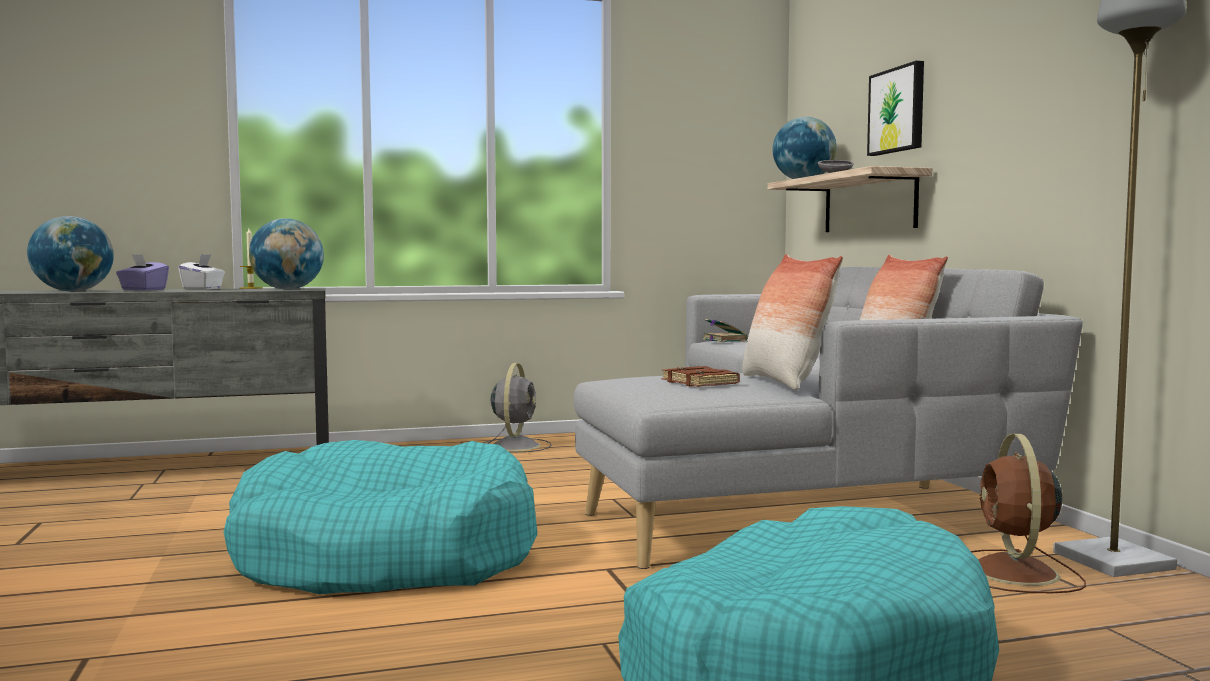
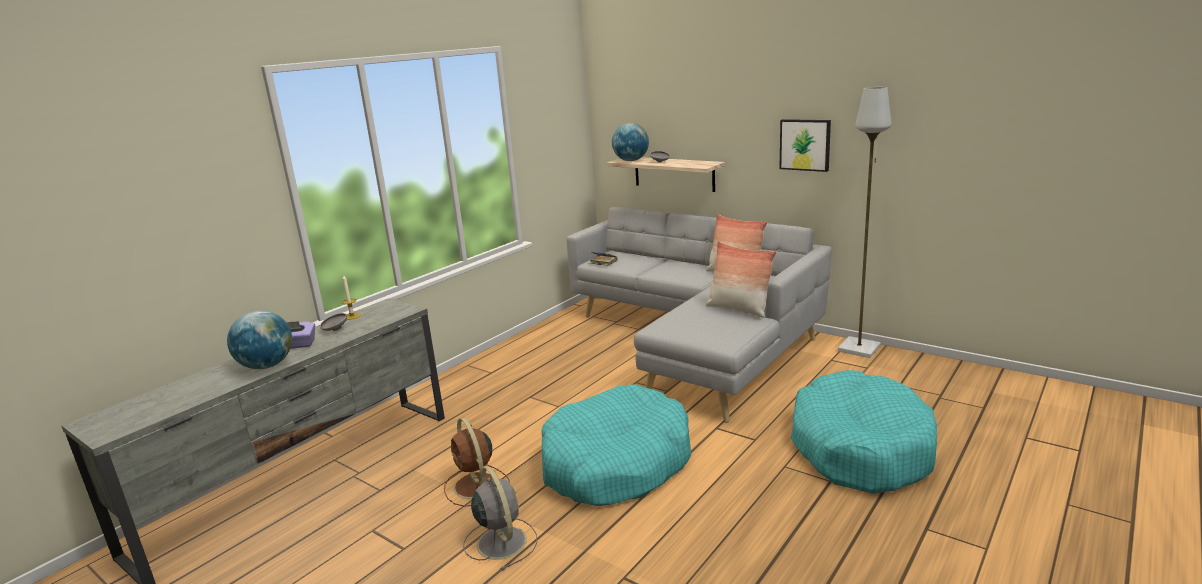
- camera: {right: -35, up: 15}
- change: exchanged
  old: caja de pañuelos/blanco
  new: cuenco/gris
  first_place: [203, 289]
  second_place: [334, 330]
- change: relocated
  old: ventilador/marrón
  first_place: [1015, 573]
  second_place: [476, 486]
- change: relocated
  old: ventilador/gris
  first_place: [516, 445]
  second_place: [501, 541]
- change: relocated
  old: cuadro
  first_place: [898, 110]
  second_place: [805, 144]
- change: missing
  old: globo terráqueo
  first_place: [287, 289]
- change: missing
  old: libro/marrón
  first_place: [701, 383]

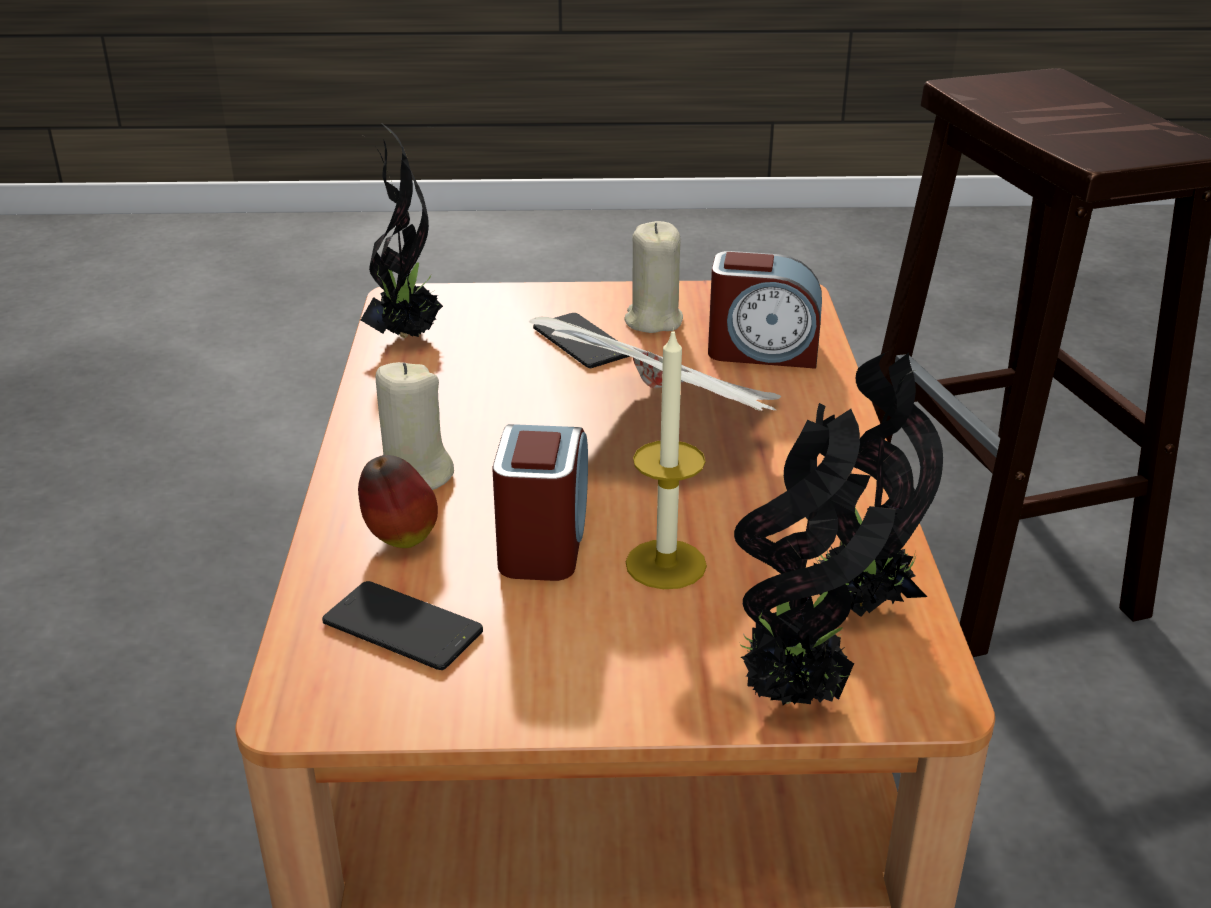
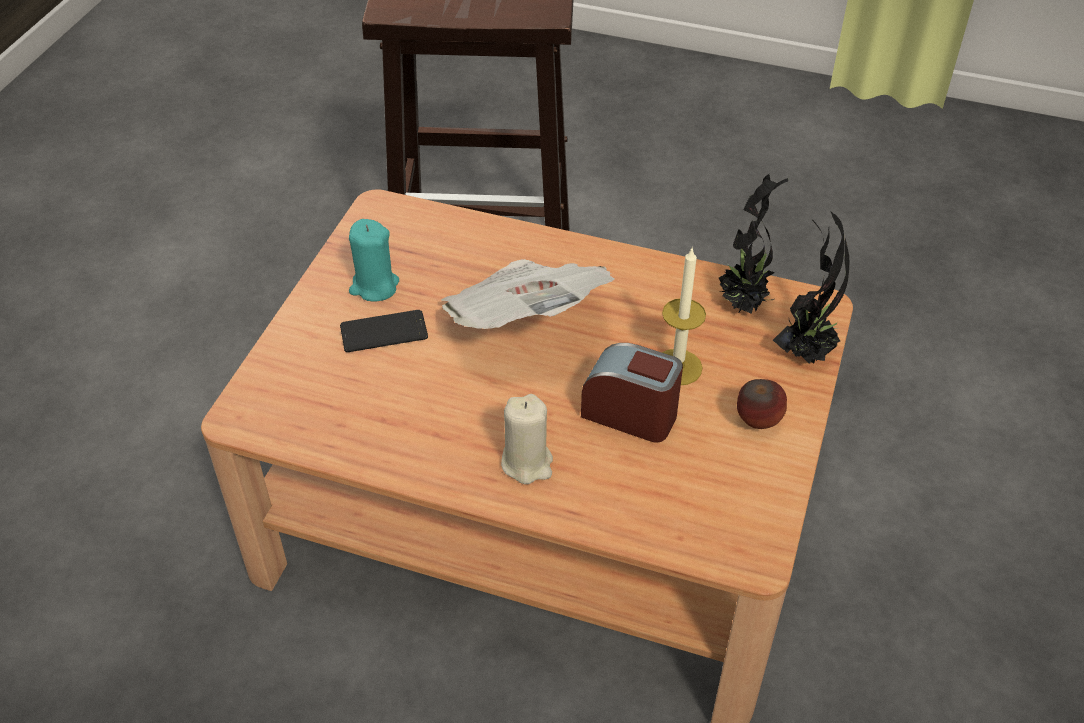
- camera: {right: -70, up: 15}
- change: colour
  old: vela/beis
  new: vela/turquesa
  first_place: [653, 320]
  second_place: [374, 286]
- change: relocated
  old: manzana
  first_place: [399, 539]
  second_place: [757, 423]
- change: missing
  old: móvil
  first_place: [402, 627]
- change: missing
  old: planta en maceta
  first_place: [408, 335]
- change: missing
  old: despertador
  first_place: [762, 351]

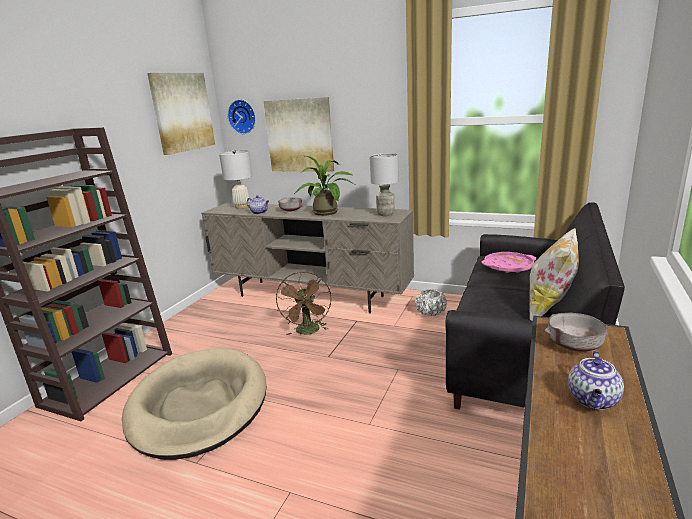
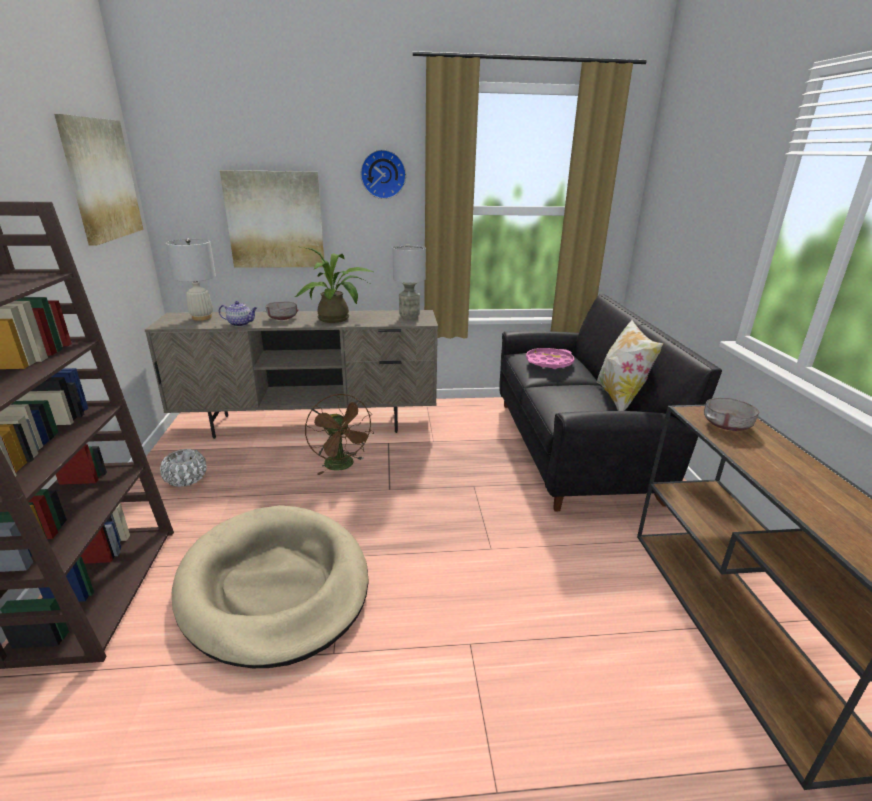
- camera: {right: -30, up: 5}
- change: relocated
  old: maceta/blanco
  first_place: [430, 312]
  second_place: [186, 480]
- change: relocated
  old: reloj de pared
  first_place: [243, 116]
  second_place: [383, 174]
- change: missing
  old: tetera
  first_place: [593, 400]

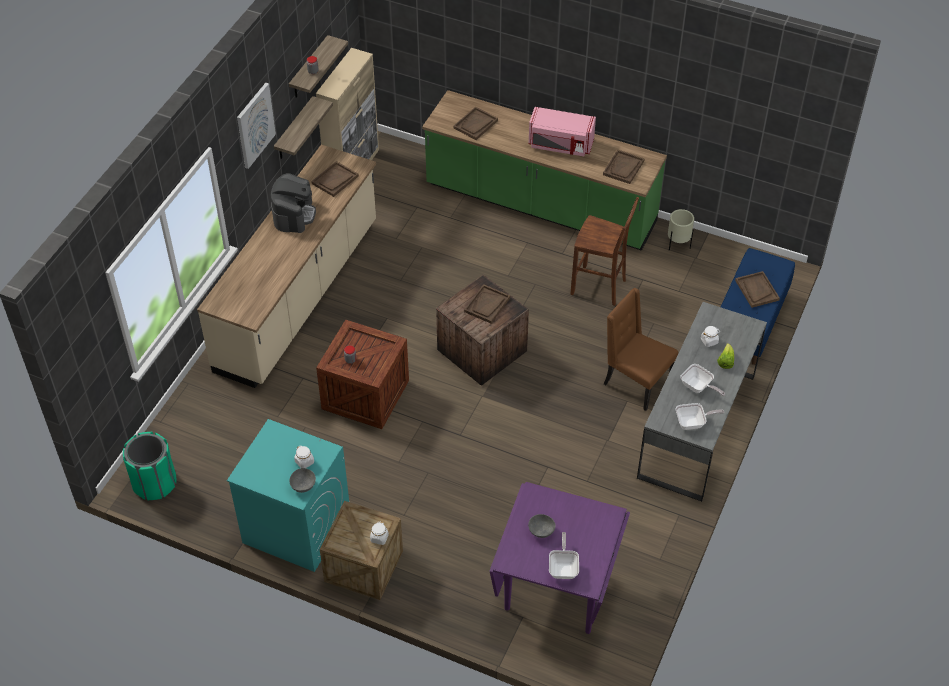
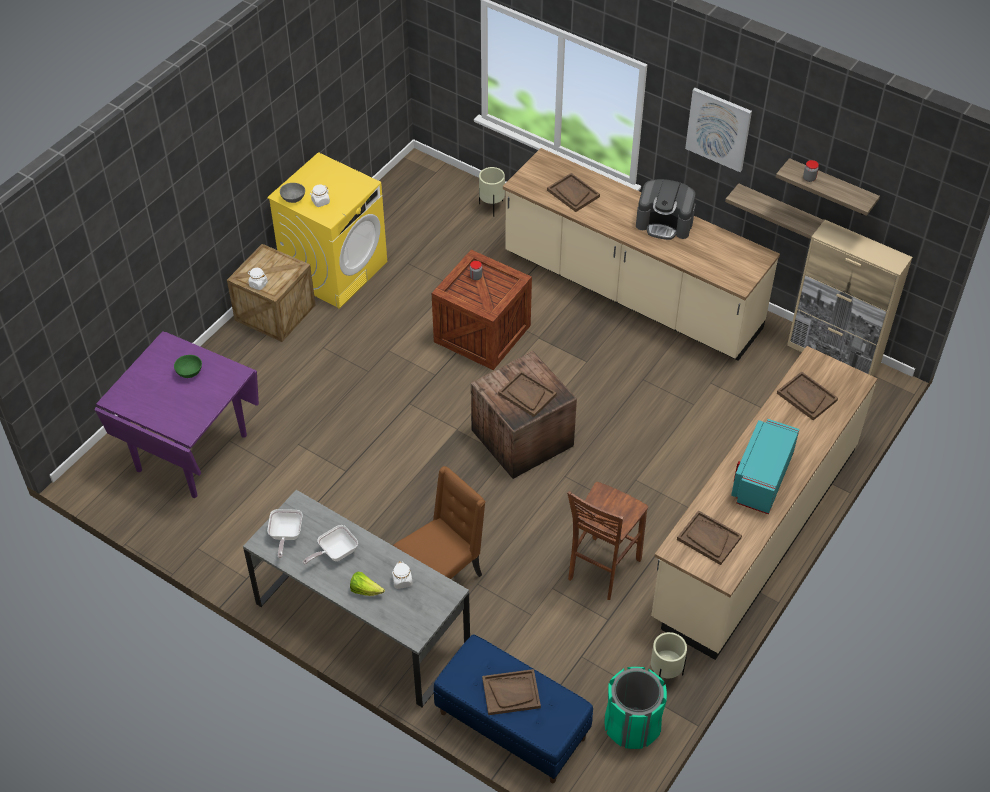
- camera: {right: 100, up: 0}
- change: colour
  old: cuenco/gris
  new: cuenco/verde
  first_place: [541, 532]
  second_place: [189, 373]
- change: colour
  old: lavadora/turquesa
  new: lavadora/amarillo
  first_place: [296, 527]
  second_place: [335, 270]
- change: appeared
  new: maceta/beis
  second_place: [491, 207]
- change: relocated
  old: bandeja/marrón
  first_place: [335, 180]
  second_place: [573, 193]
- change: relocated
  old: papelera/verde
  first_place: [154, 483]
  second_place: [632, 725]
- change: colour
  old: mueble bajo de cocina/verde
  new: mueble bajo de cocina/beis
  first_place: [540, 205]
  second_place: [755, 532]
- change: colour
  old: microondas/rosa
  new: microondas/turquesa
  first_place: [560, 145]
  second_place: [760, 478]
- change: missing
  old: sartén
  first_place: [563, 567]

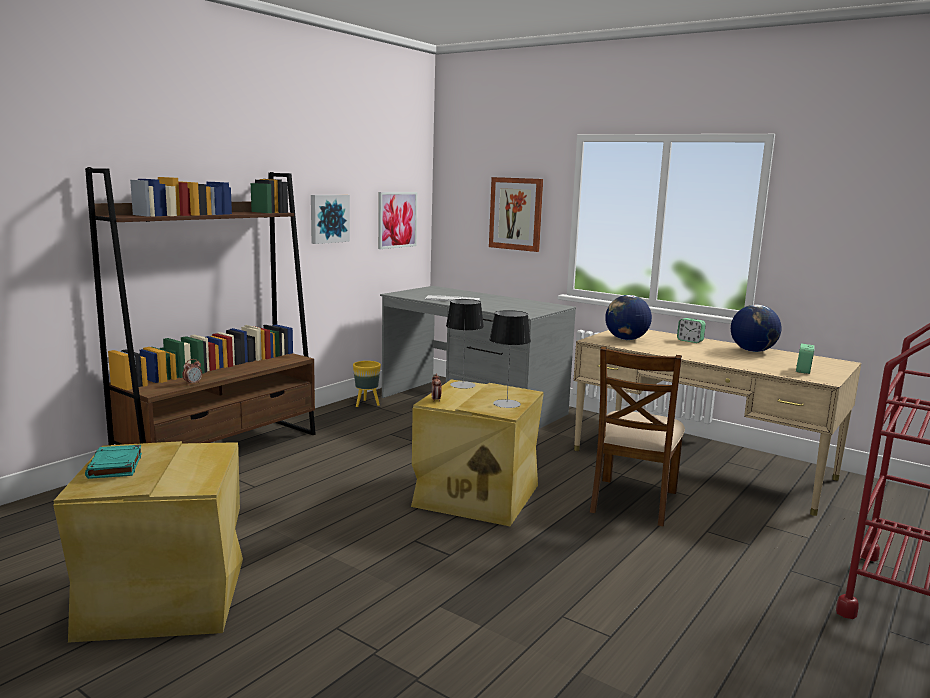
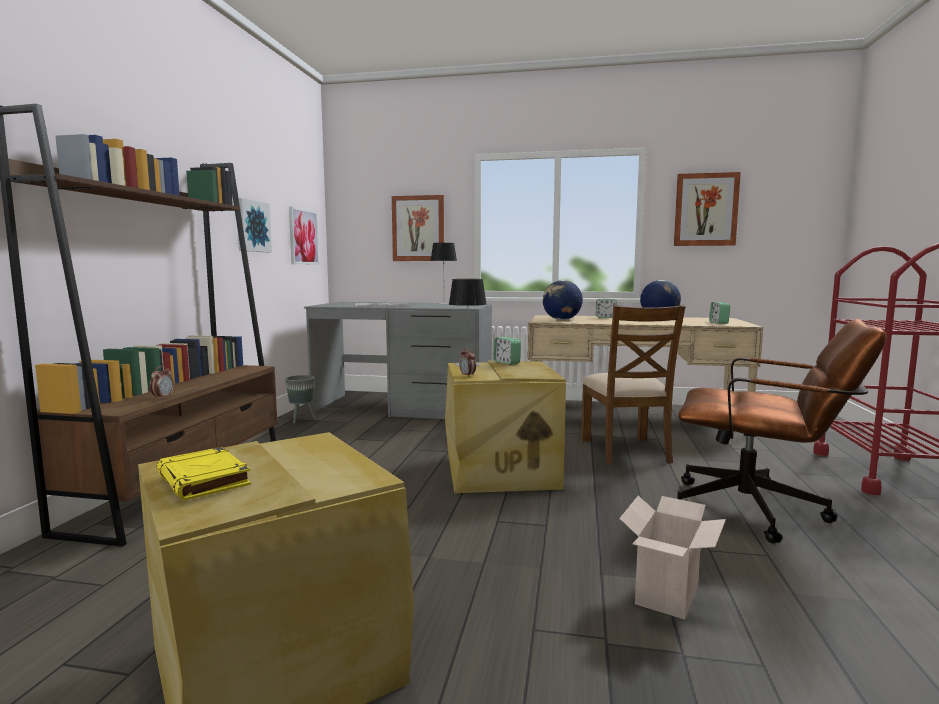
- camera: {right: -25, up: -5}
- change: colour
  old: libro/turquesa
  new: libro/amarillo
  first_place: [115, 466]
  second_place: [204, 480]
- change: colour
  old: maceta/amarillo
  new: maceta/gris
  first_place: [367, 404]
  second_place: [302, 419]
- change: relocated
  old: lámpara de mesa
  first_place: [507, 404]
  second_place: [444, 303]
- change: appeared
  new: despertador
  second_place: [507, 362]
- change: appeared
  new: caja de cartón
  second_place: [668, 597]
- change: appeared
  new: cuadro
  second_place: [706, 210]
- change: appeared
  new: silla de oficina/marrón
  second_place: [761, 512]

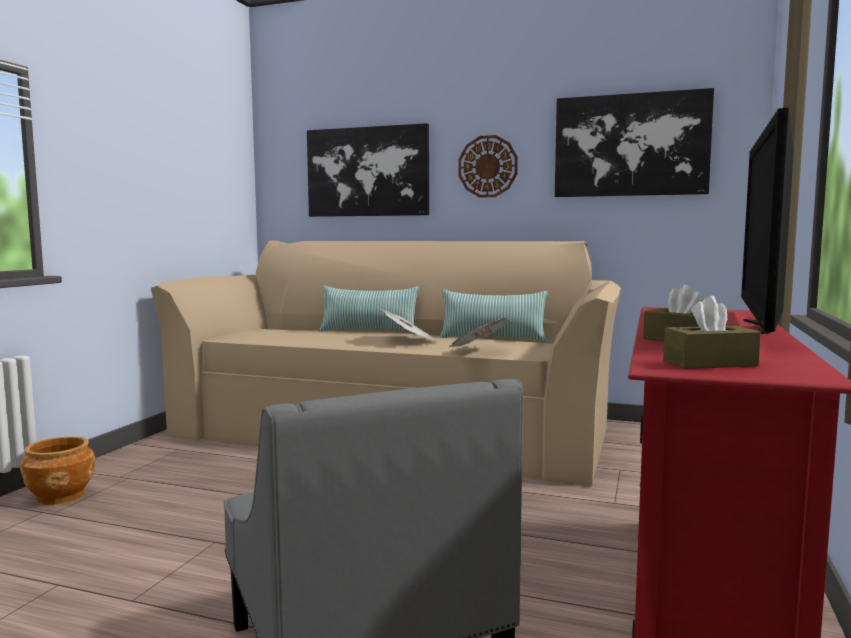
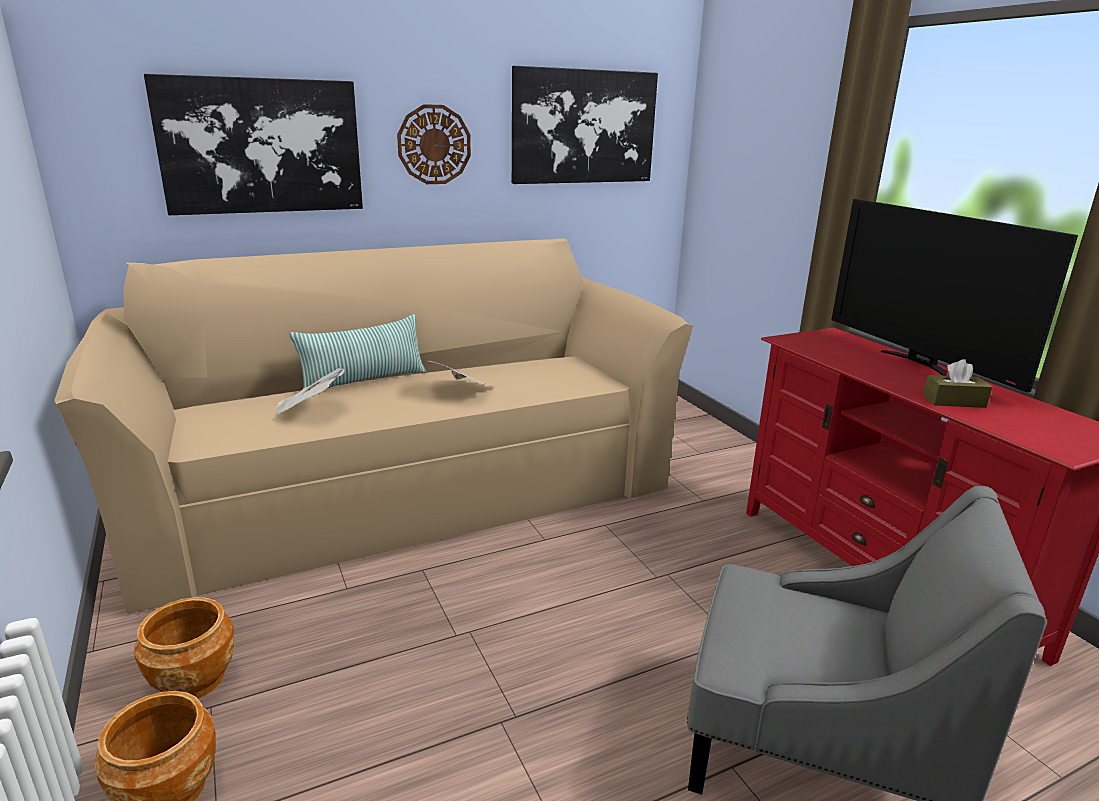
- camera: {right: -45, up: 15}
- change: appeared
  new: maceta/marrón
  second_place: [193, 679]
- change: relocated
  old: periódico
  first_place: [478, 350]
  second_place: [309, 409]
- change: missing
  old: cojín
  first_place: [492, 338]
- change: missing
  old: caja de pañuelos/marrón
  first_place: [709, 363]

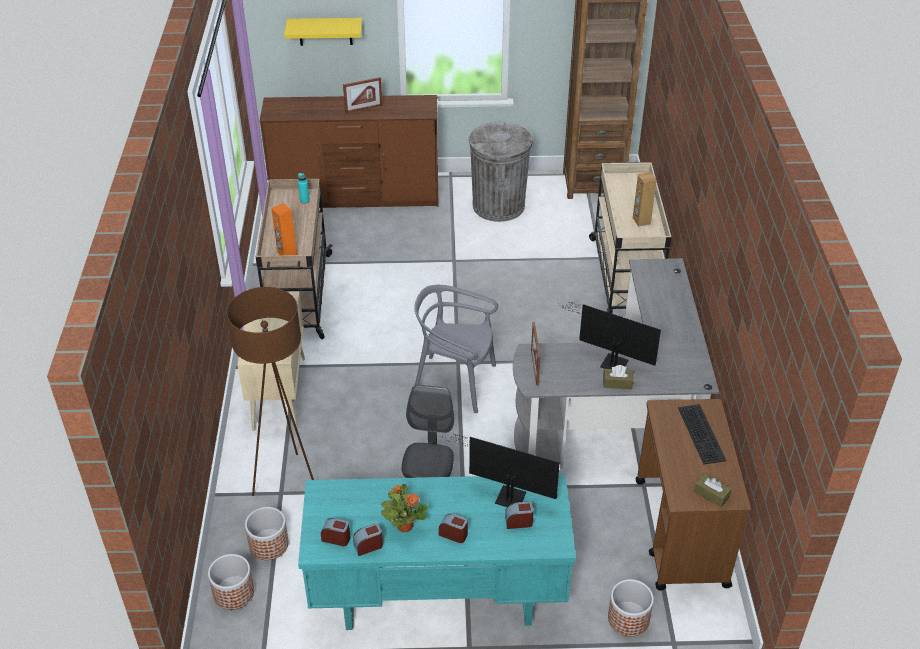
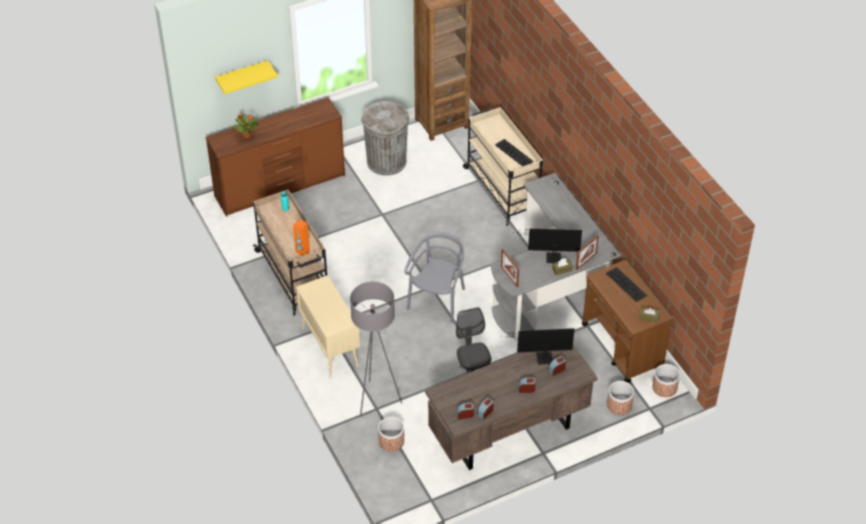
- camera: {right: -25, up: 5}
- change: relocated
  old: planta en maceta
  first_place: [404, 525]
  second_place: [246, 136]
- change: colour
  old: lámpara de pie/marrón
  new: lámpara de pie/gris
  first_place: [288, 482]
  second_place: [376, 400]
- change: spun
  old: silla/gris
  first_place: [455, 382]
  second_place: [437, 300]
  degrees: 120
- change: colour
  old: escritorio/turquesa
  new: escritorio/marrón
  first_place: [437, 597]
  second_place: [508, 433]
- change: exchanged
  old: altavoz/marrón
  new: teclado
  first_place: [641, 221]
  second_place: [515, 153]
- change: relocated
  old: portarretratos
  first_place: [363, 109]
  second_place: [586, 261]
- change: relocated
  old: maceta
  first_place: [233, 593]
  second_place: [664, 388]

